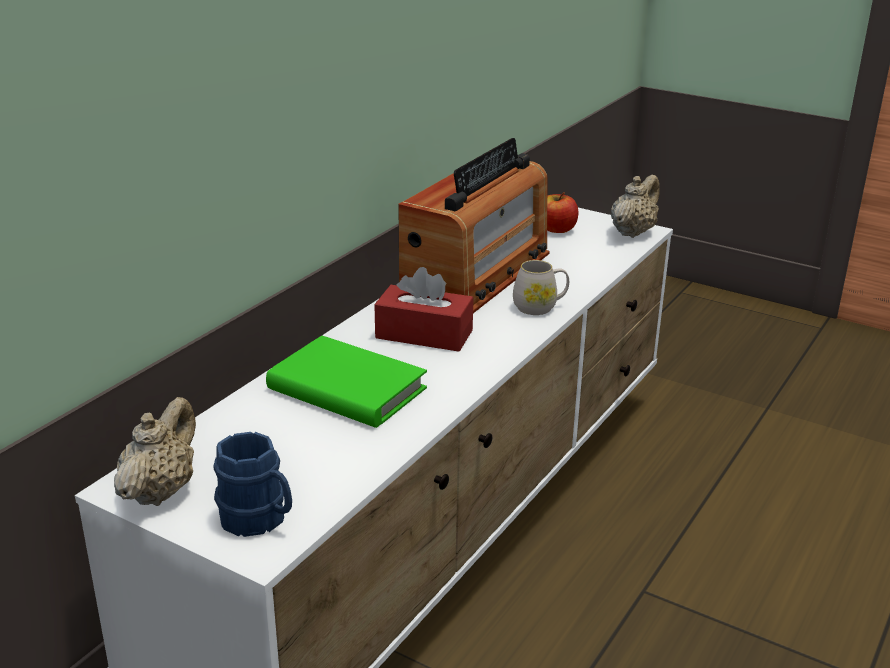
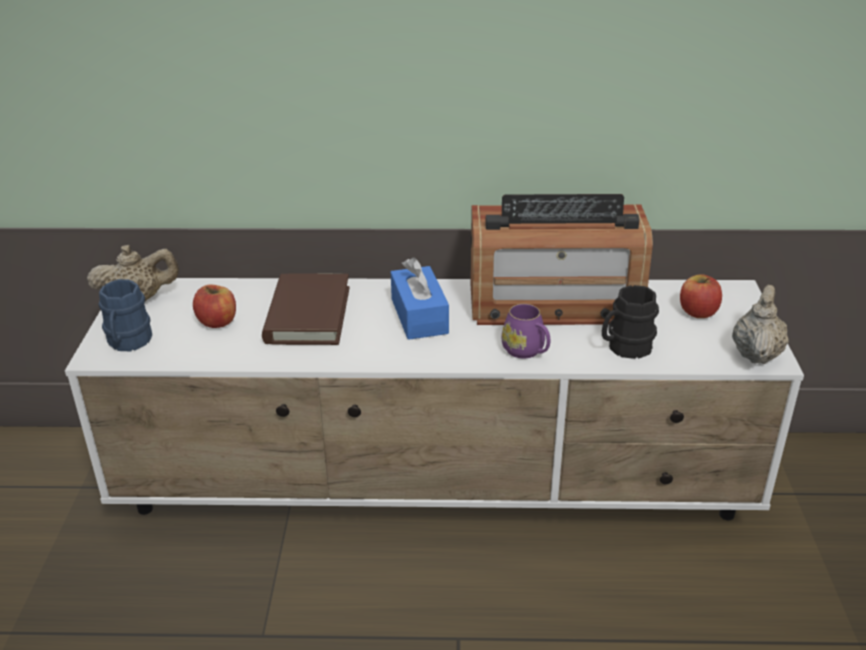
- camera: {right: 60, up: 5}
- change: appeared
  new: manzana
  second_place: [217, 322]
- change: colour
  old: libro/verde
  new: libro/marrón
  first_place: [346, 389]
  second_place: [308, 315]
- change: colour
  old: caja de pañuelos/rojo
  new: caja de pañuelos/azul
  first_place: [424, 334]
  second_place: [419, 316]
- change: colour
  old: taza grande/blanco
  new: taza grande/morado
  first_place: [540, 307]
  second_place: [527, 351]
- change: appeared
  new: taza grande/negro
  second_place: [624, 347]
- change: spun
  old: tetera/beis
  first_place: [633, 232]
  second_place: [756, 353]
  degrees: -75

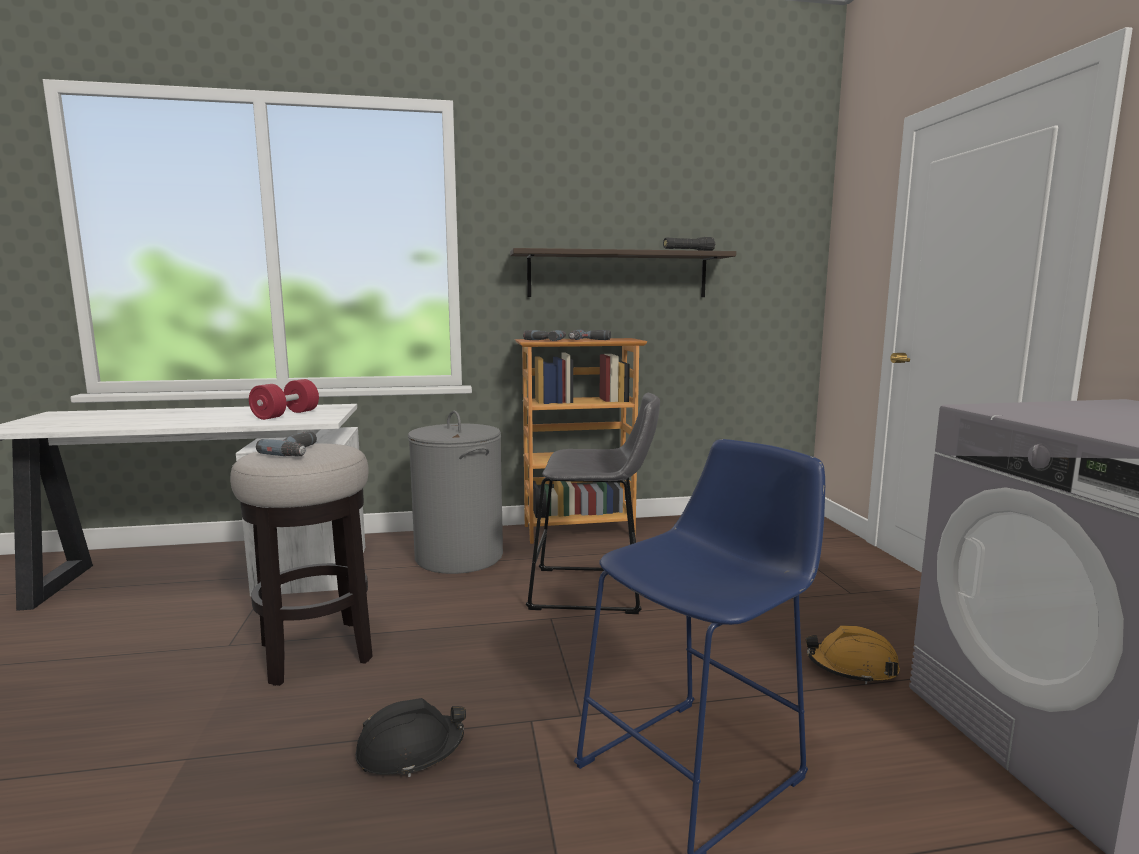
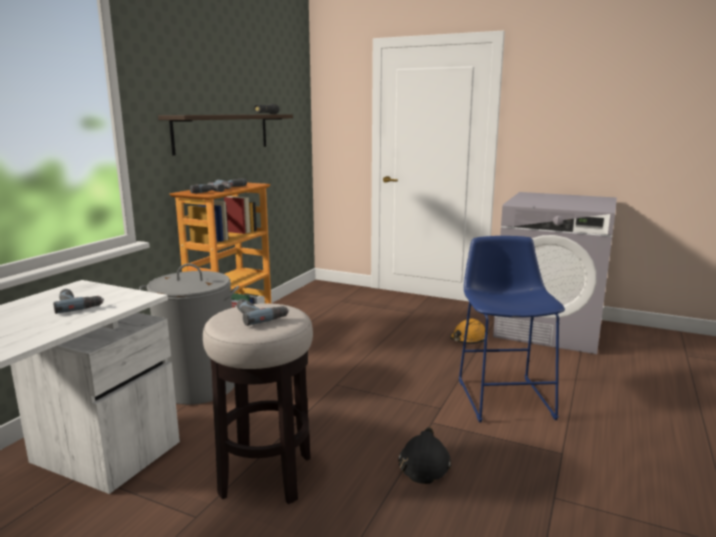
- camera: {right: -55, up: 5}
- change: exchanged
  old: mancuerna/rojo
  new: taladro
  first_place: [286, 415]
  second_place: [78, 304]
- change: missing
  old: taburete/gris
  first_place: [594, 591]

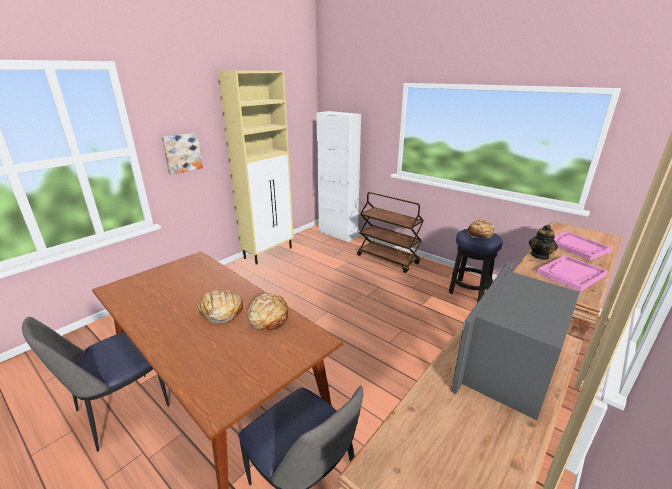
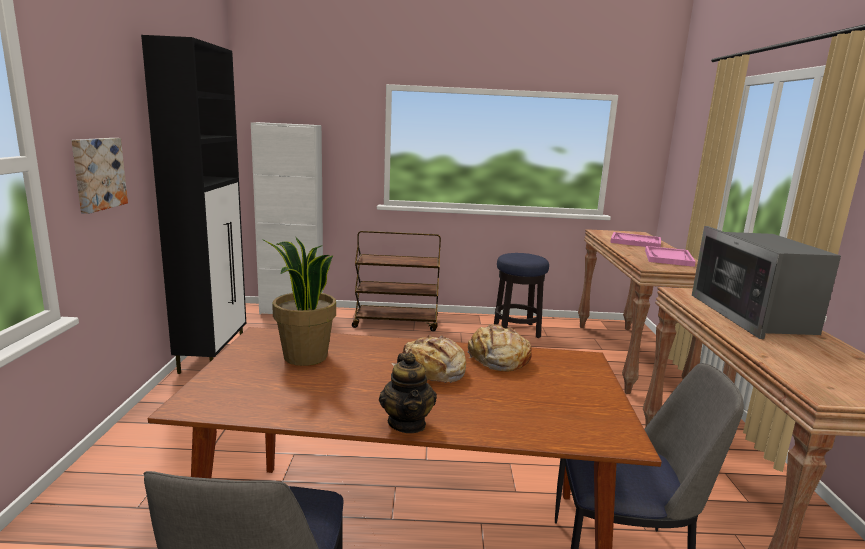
- camera: {right: -40, up: -10}
- change: colour
  old: armario/beis
  new: armario/negro
  first_place: [269, 253]
  second_place: [213, 356]
- change: appeared
  new: planta en maceta
  second_place: [304, 357]
- change: relocated
  old: tetera
  first_place: [540, 255]
  second_place: [407, 423]
- change: missing
  old: pan
  first_place: [480, 234]

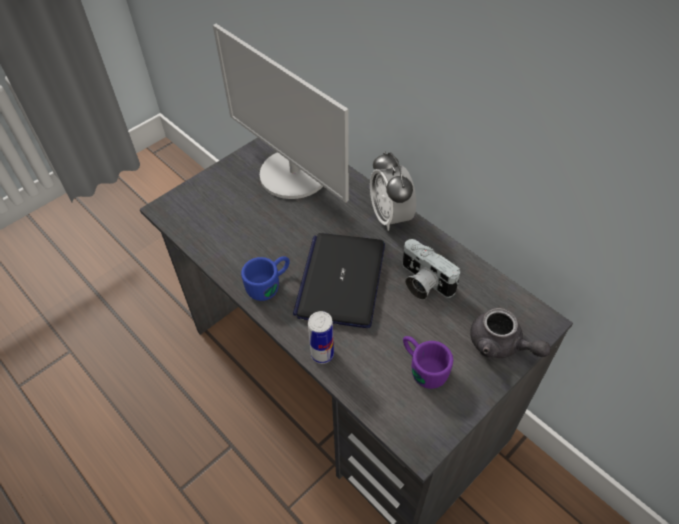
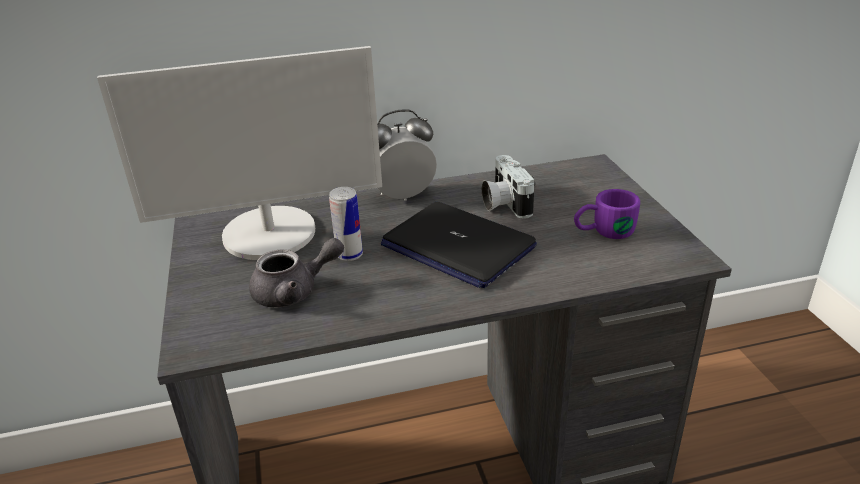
- camera: {right: -60, up: -20}
- change: relocated
  old: tetera/gris
  first_place: [501, 345]
  second_place: [295, 291]
- change: relocated
  old: lata
  first_place: [322, 354]
  second_place: [349, 255]
- change: spun
  old: despertador
  first_place: [390, 216]
  second_place: [403, 196]
  degrees: 150
- change: spun
  old: cámara
  first_place: [422, 283]
  second_place: [504, 203]
  degrees: 90
- change: missing
  old: taza grande/azul
  first_place: [270, 284]

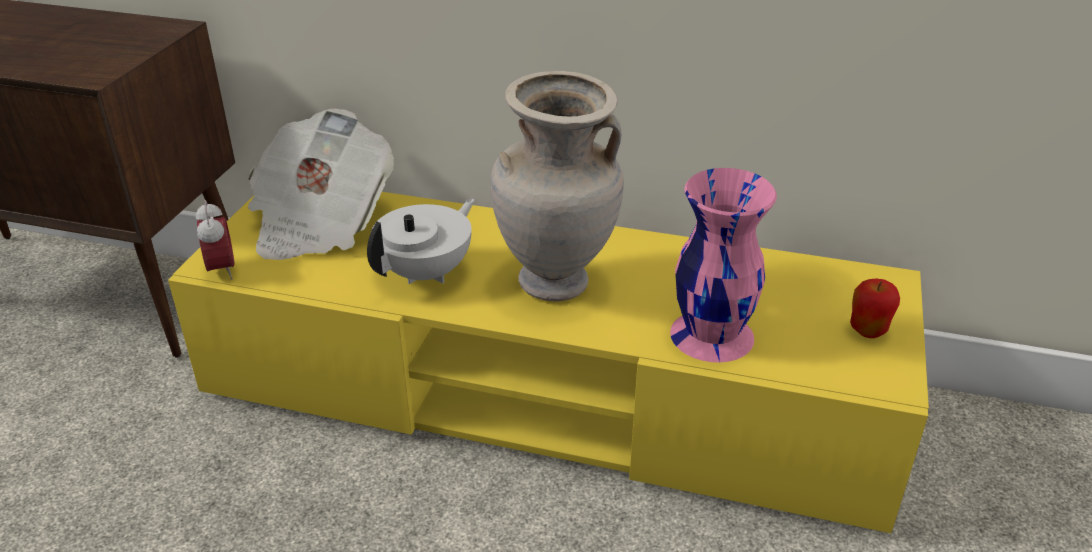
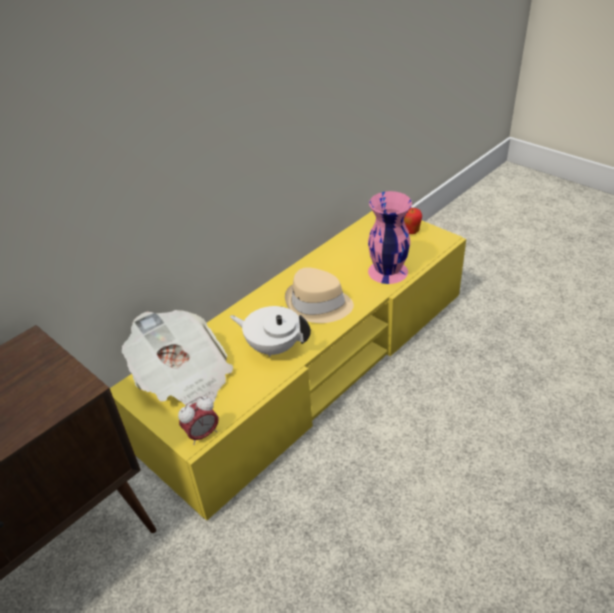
- camera: {right: -60, up: 5}
- change: spun
  old: despertador
  first_place: [222, 270]
  second_place: [202, 434]
  degrees: 135
- change: spun
  old: tetera/blanco
  first_place: [427, 272]
  second_place: [273, 346]
  degrees: -45
- change: exchanged
  old: florero/beis
  new: sombrero/beis
  first_place: [555, 285]
  second_place: [318, 305]

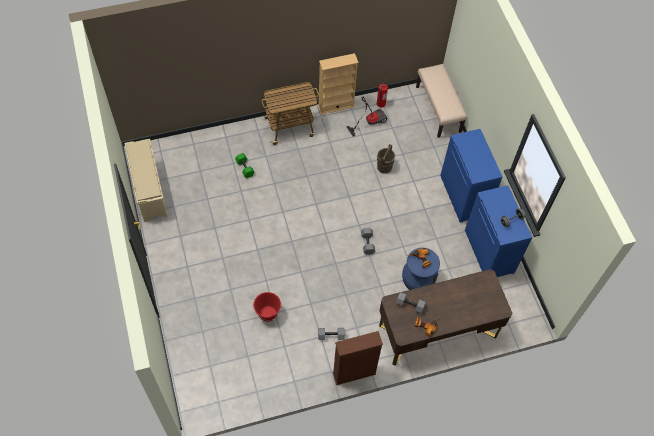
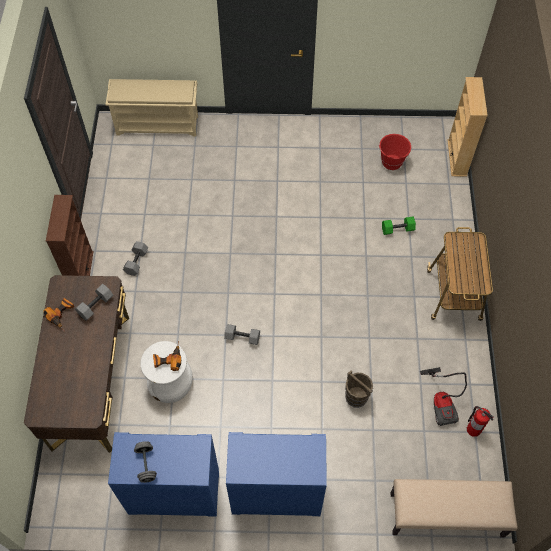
- camera: {right: 110, up: 0}
- change: relocated
  old: zapatero/beis
  first_place: [149, 191]
  second_place: [158, 124]
- change: colour
  old: taburete/azul
  new: taburete/blanco
  first_place: [418, 278]
  second_place: [170, 382]
- change: relocated
  old: cubo/rojo
  first_place: [267, 313]
  second_place: [392, 162]
- change: relocated
  old: estantería/beis
  first_place: [336, 106]
  second_place: [457, 158]

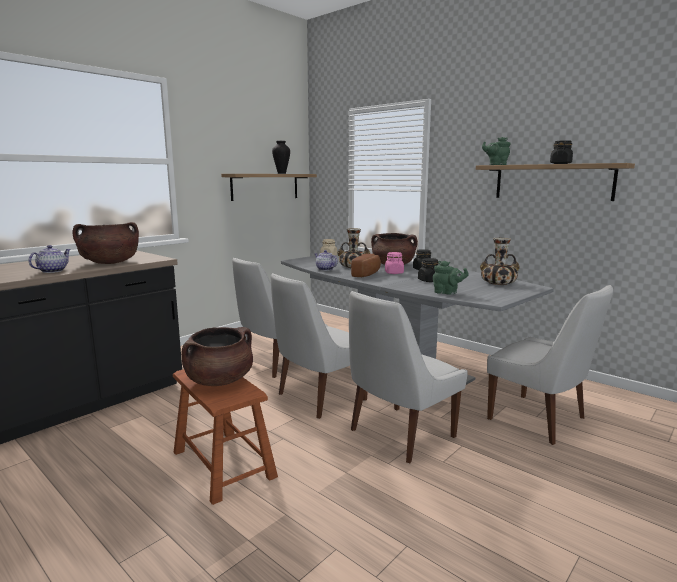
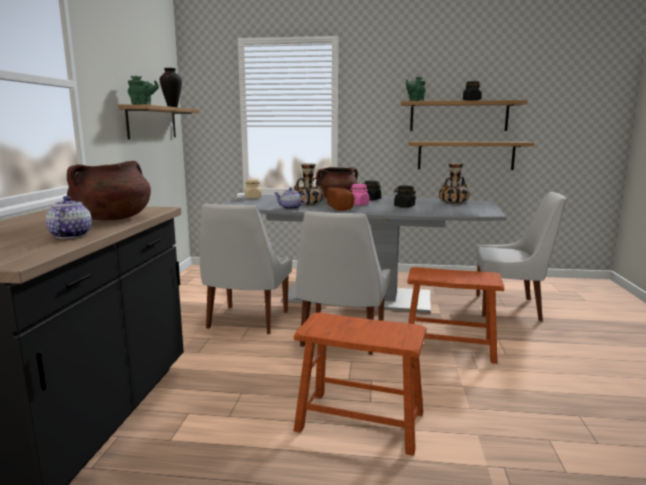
- camera: {right: -35, up: 0}
- change: relocated
  old: tetera/verde
  first_place: [447, 293]
  second_place: [143, 104]
- change: exchanged
  old: silla/blanco
  new: taburete/marrón
  first_place: [399, 435]
  second_place: [449, 346]
- change: appeared
  new: estante
  second_place: [465, 155]
- change: missing
  old: olla/marrón
  first_place: [219, 381]

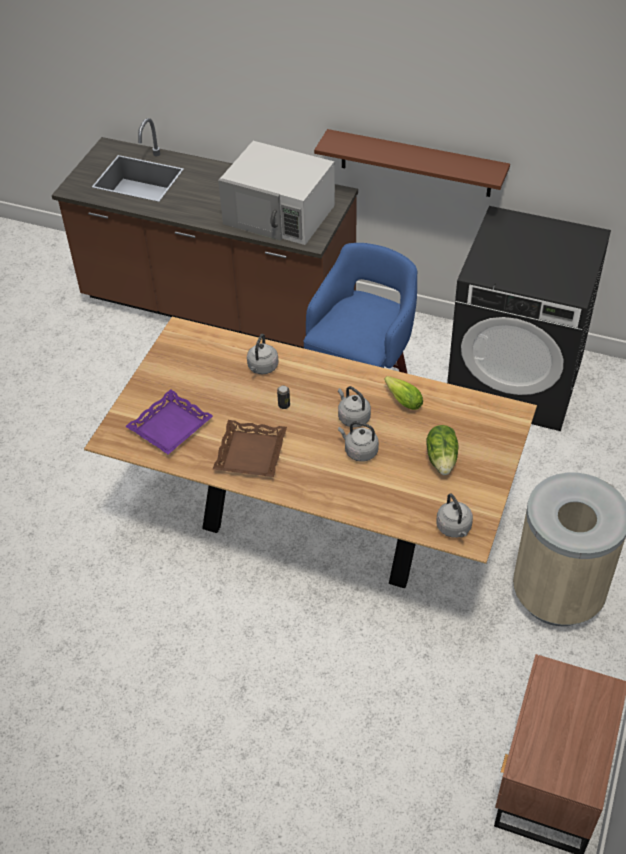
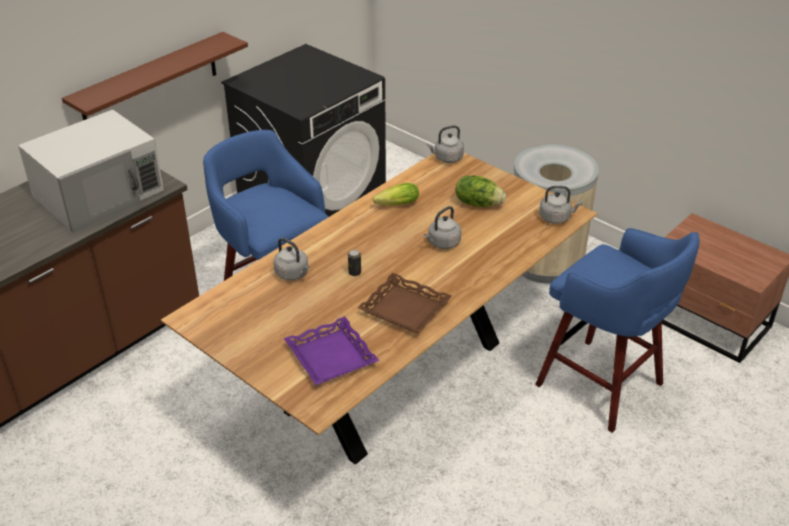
- camera: {right: -70, up: -10}
- change: relocated
  old: hervidor/gris
  first_place: [353, 417]
  second_place: [447, 158]
- change: appeared
  new: taburete/azul
  second_place: [602, 387]

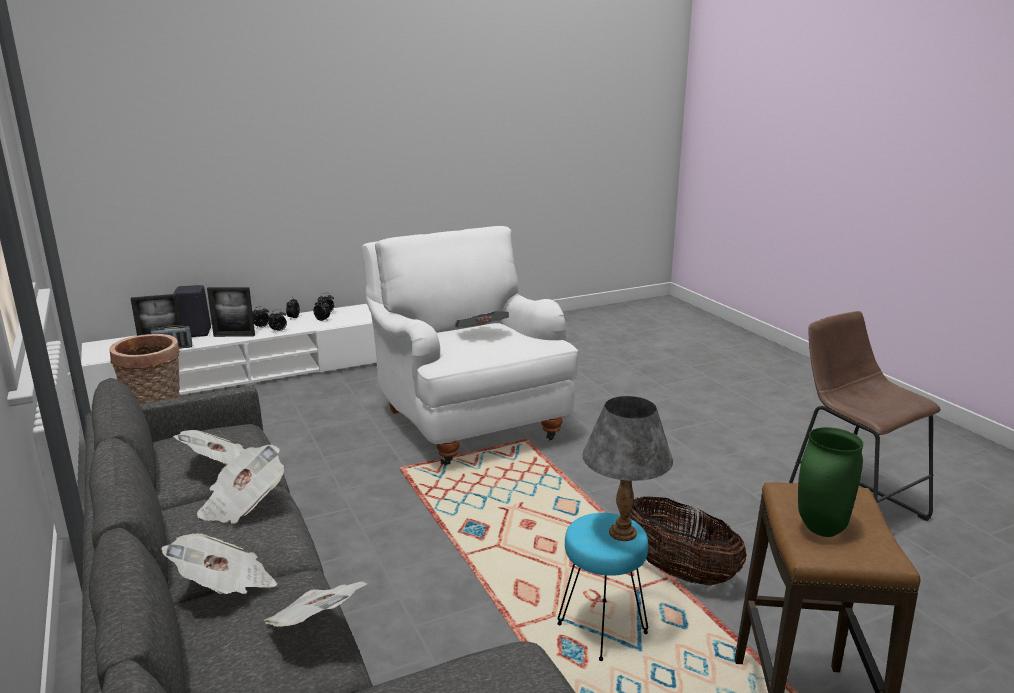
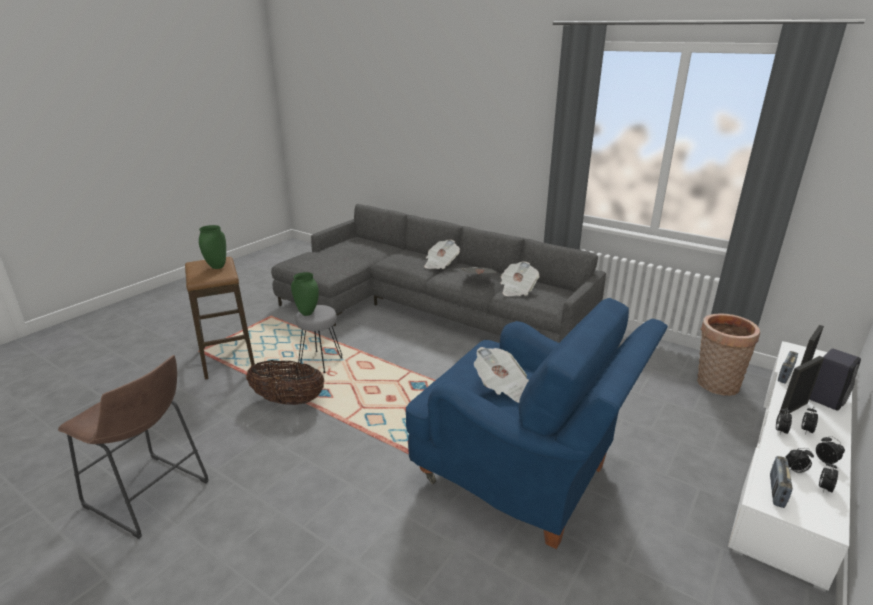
- camera: {right: 150, up: 5}
- change: exchanged
  old: lámpara de mesa/gris
  new: florero/verde
  first_place: [622, 533]
  second_place: [308, 313]
- change: colour
  old: taburete/turquesa
  new: taburete/gris
  first_place: [601, 630]
  second_place: [321, 362]
- change: colour
  old: sillón/blanco
  new: sillón/azul
  first_place: [467, 421]
  second_place: [522, 478]
- change: appeared
  new: radio
  second_place: [776, 491]
- change: missing
  old: periódico
  first_place: [317, 625]

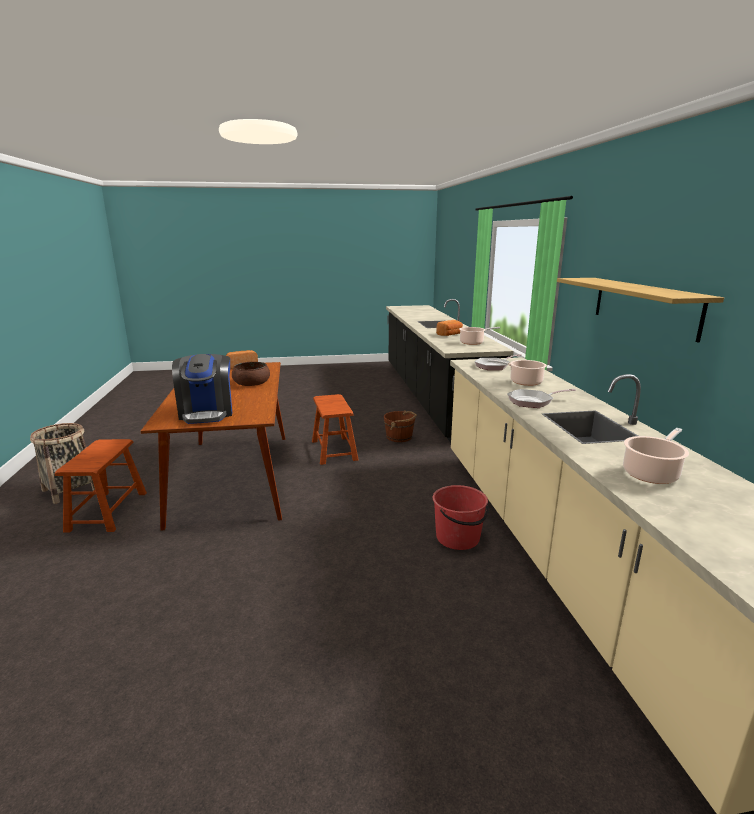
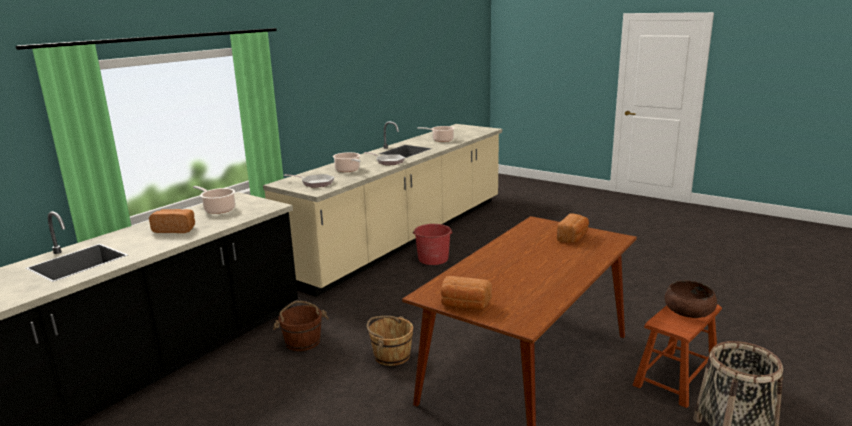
- camera: {right: -135, up: 0}
- change: exchanged
  old: taburete/marrón
  new: cubo/marrón
  first_place: [334, 450]
  second_place: [391, 355]
- change: exchanged
  old: cafetera
  new: pan
  first_place: [207, 413]
  second_place: [573, 237]
- change: relocated
  old: cuenco/marrón
  first_place: [251, 383]
  second_place: [689, 310]
- change: missing
  old: estante
  first_place: [644, 306]

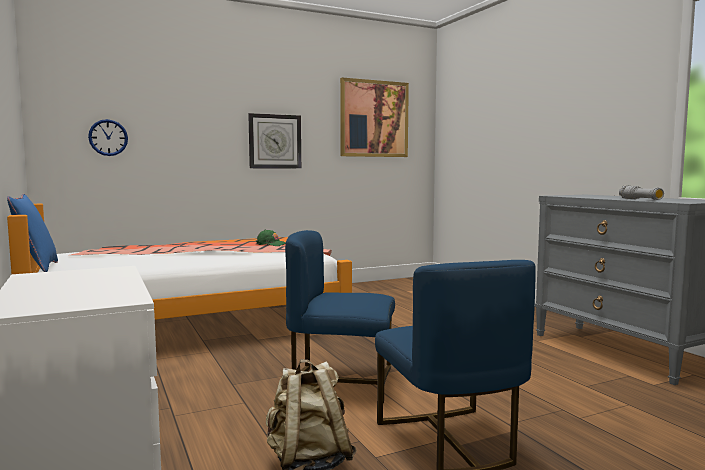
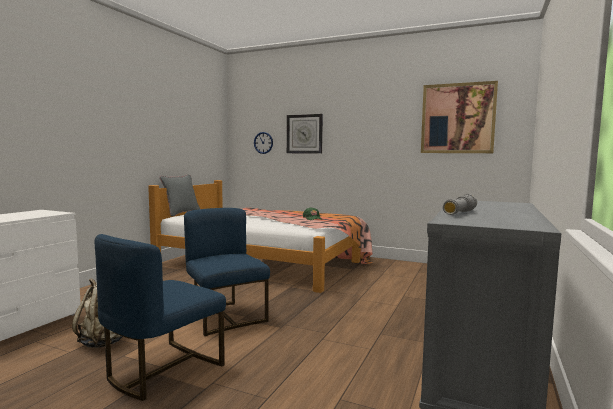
- camera: {right: 50, up: 0}
- change: colour
  old: cojín/azul
  new: cojín/gris
  first_place: [37, 268]
  second_place: [181, 213]
- change: relocated
  old: reloj de pared
  first_place: [275, 141]
  second_place: [304, 134]

